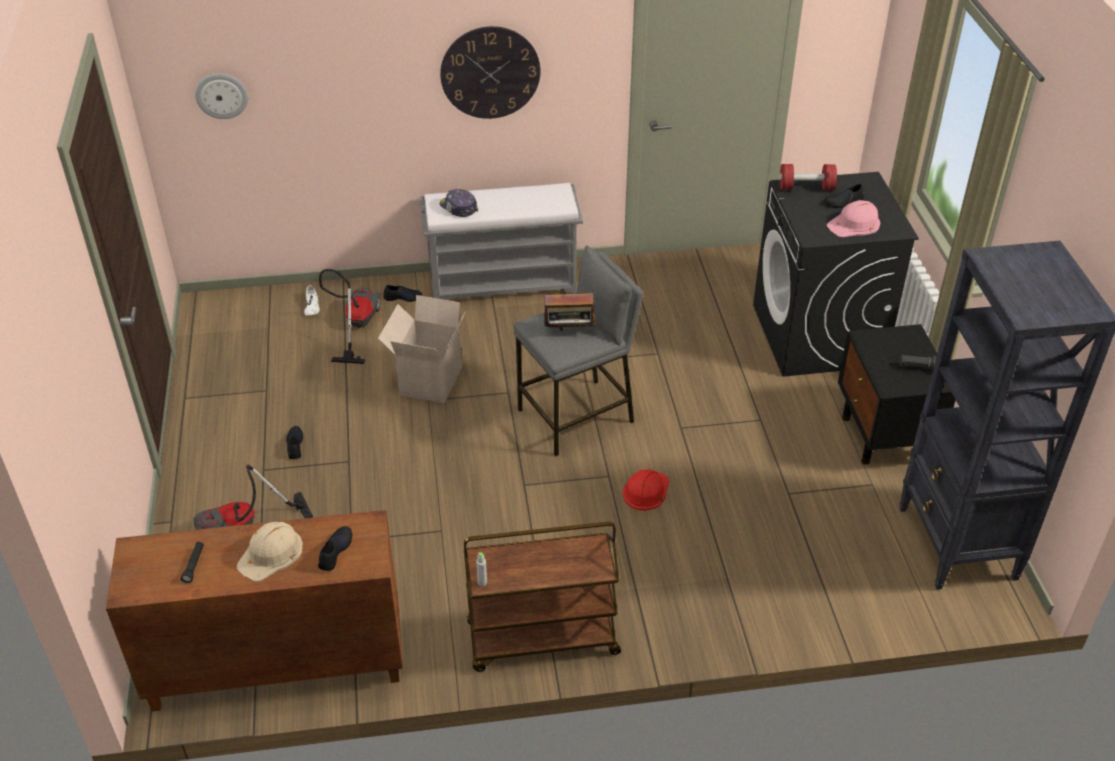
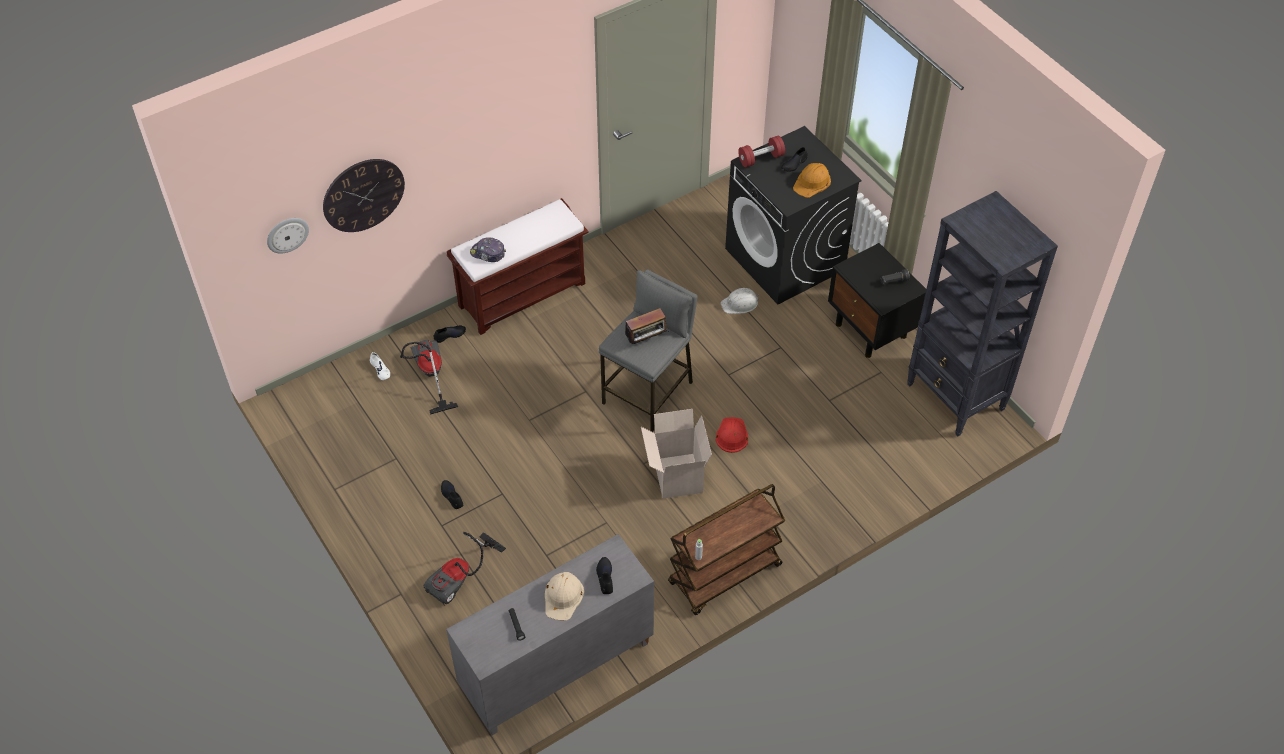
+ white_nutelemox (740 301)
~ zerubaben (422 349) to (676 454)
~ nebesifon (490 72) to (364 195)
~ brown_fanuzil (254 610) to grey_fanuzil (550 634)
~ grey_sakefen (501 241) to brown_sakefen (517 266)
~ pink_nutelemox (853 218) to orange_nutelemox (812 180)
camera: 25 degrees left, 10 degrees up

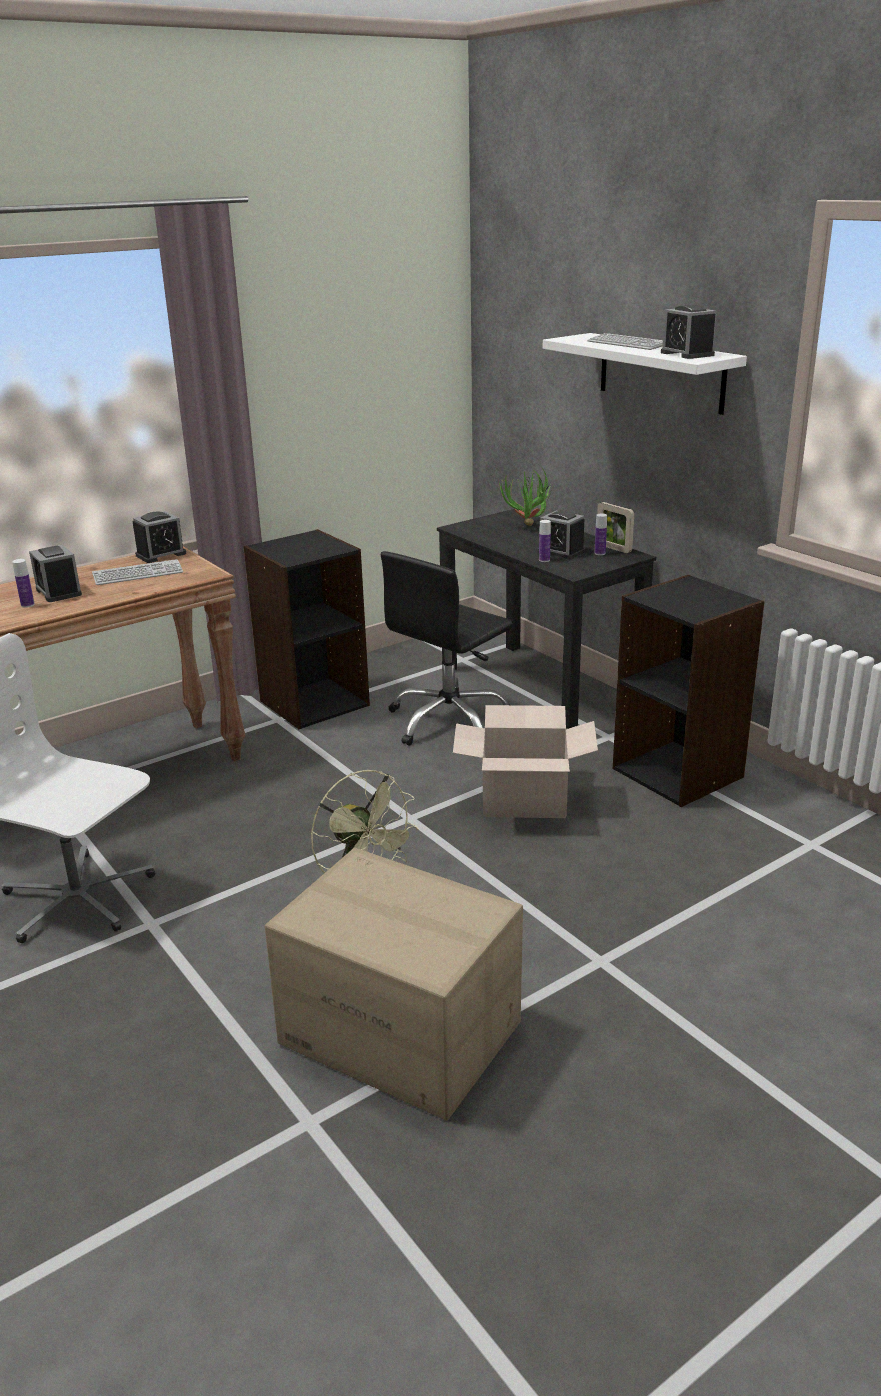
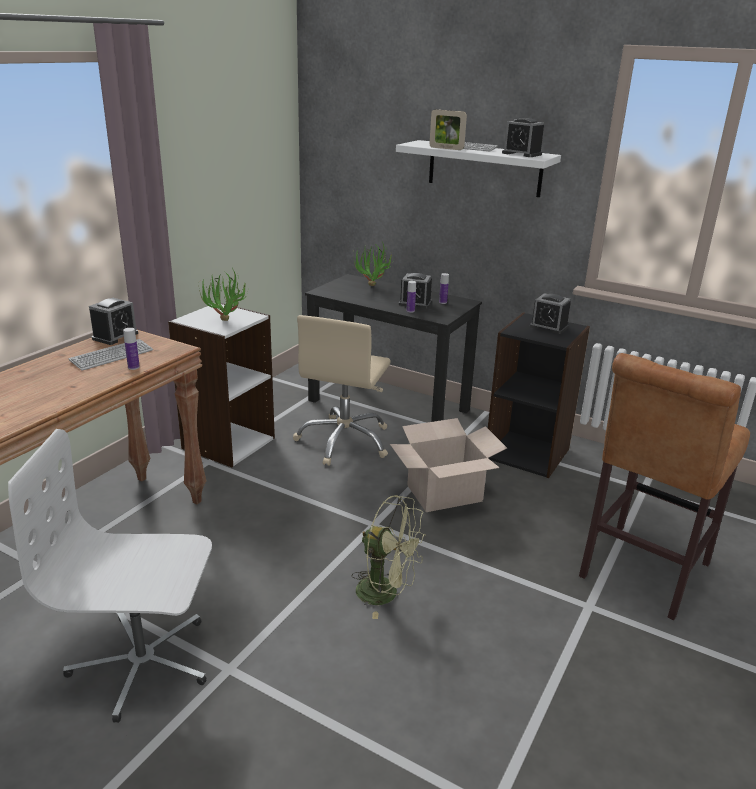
- zerubaben (394 984)
+ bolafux (224 294)
+ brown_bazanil (664 486)
~ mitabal (23 583) to (131 349)
~ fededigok (55 573) to (550 313)
~ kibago (615 527) to (448 129)
~ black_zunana (307 629) to white_zunana (221 385)
~ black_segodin (447 648) to beige_segodin (342 390)
camera: 25 degrees left, 0 degrees up

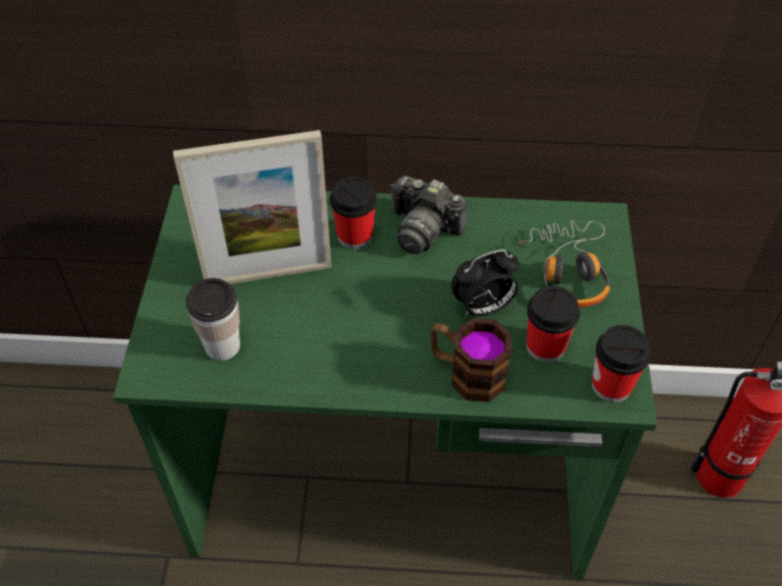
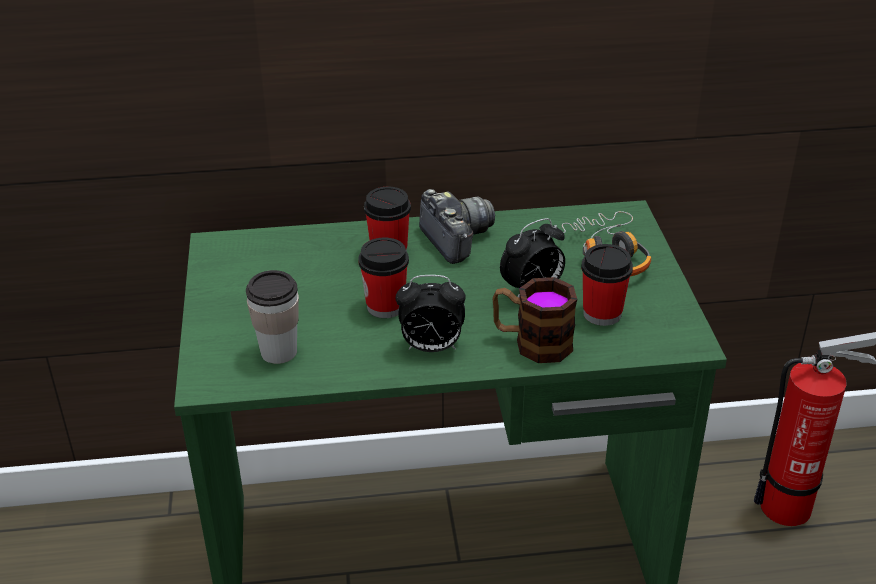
- kibago (252 207)
+ fededigok (430 313)
~ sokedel (621 364) to (383 278)
~ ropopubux (429 215) = (457 226) 135 degrees counterclockwise
camera: 10 degrees left, 15 degrees down

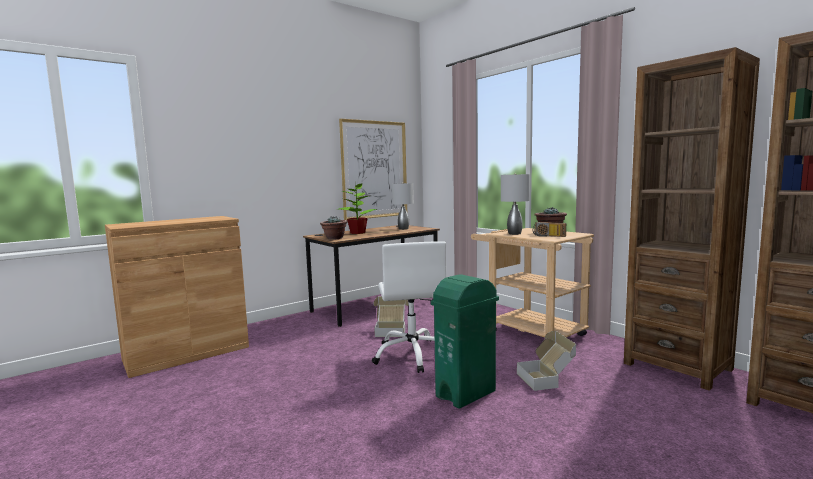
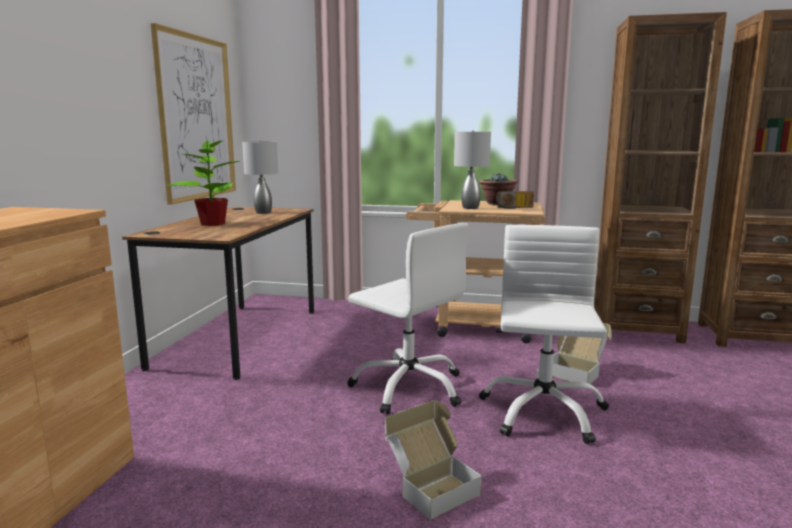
- bolafux (334 228)
~ zerubaben (391 316) to (433 460)
~ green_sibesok (465 341) to white_segodin (544 334)
camera: 40 degrees left, 5 degrees up

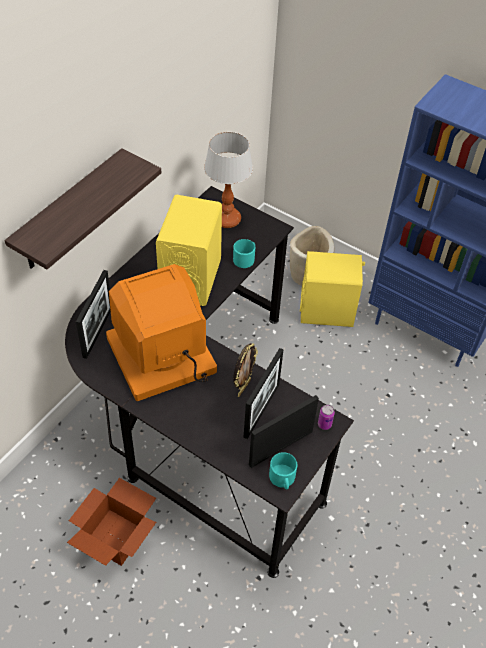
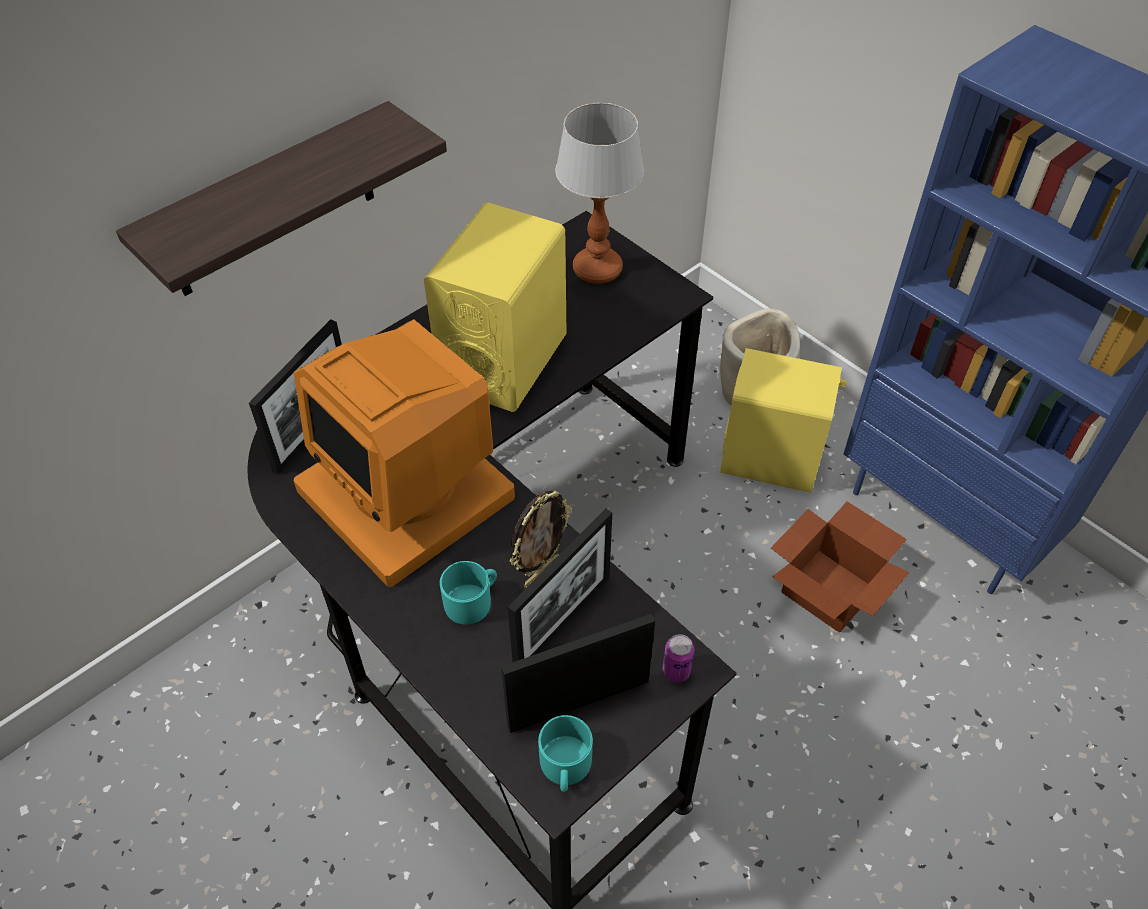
~ zerubaben (111 522) to (840 566)
~ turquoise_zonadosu (244 253) to (468 593)
~ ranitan (161 332) = (404 453) 120 degrees counterclockwise
camera: 15 degrees right, 0 degrees up

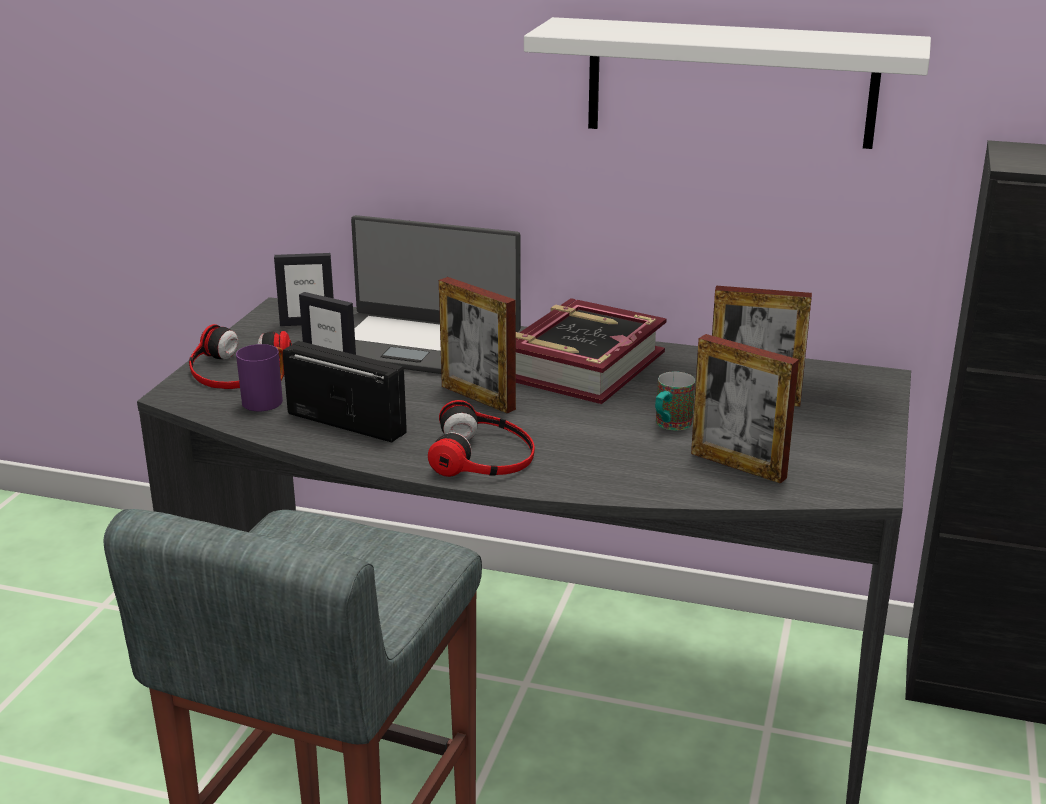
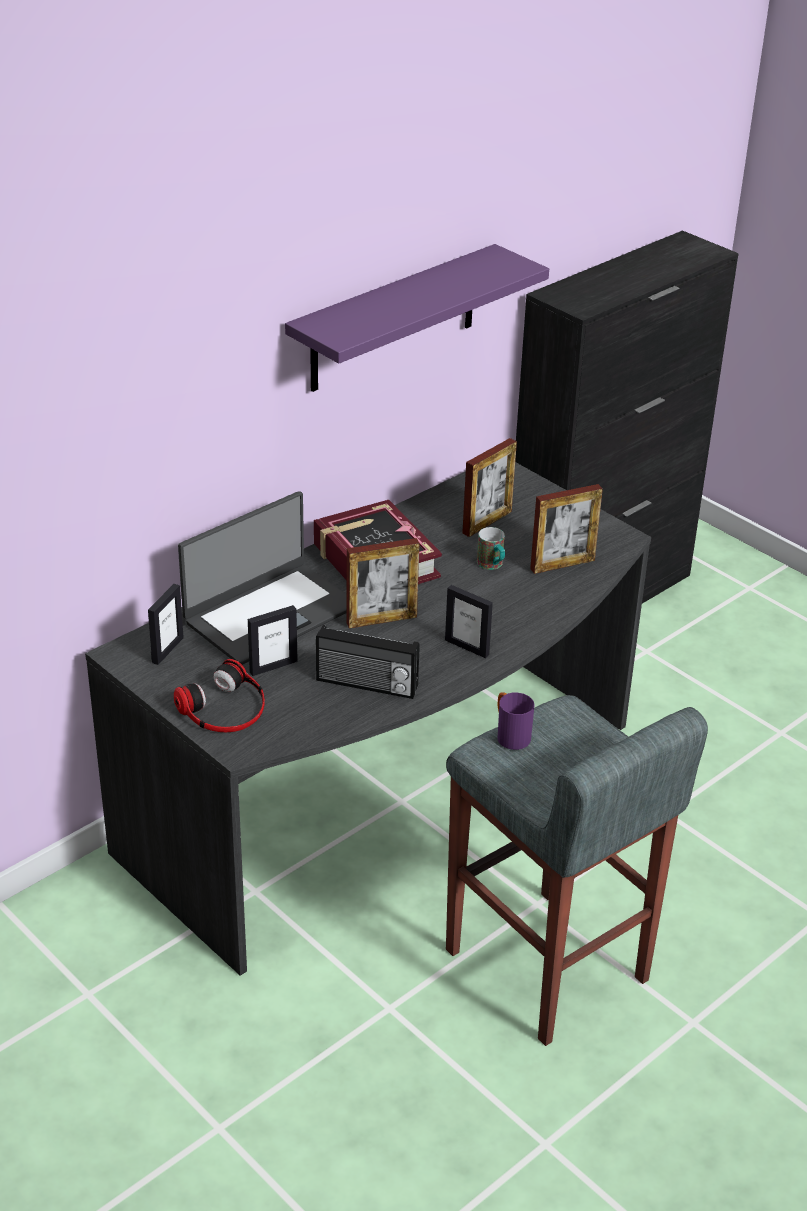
~ purple_zonadosu (260 377) to (515 721)
~ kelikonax (481 438) to kibago (469 621)
~ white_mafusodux (727 83) to purple_mafusodux (417 318)
~ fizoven (345 392) = (368 662) 135 degrees counterclockwise
camera: 60 degrees left, 10 degrees up

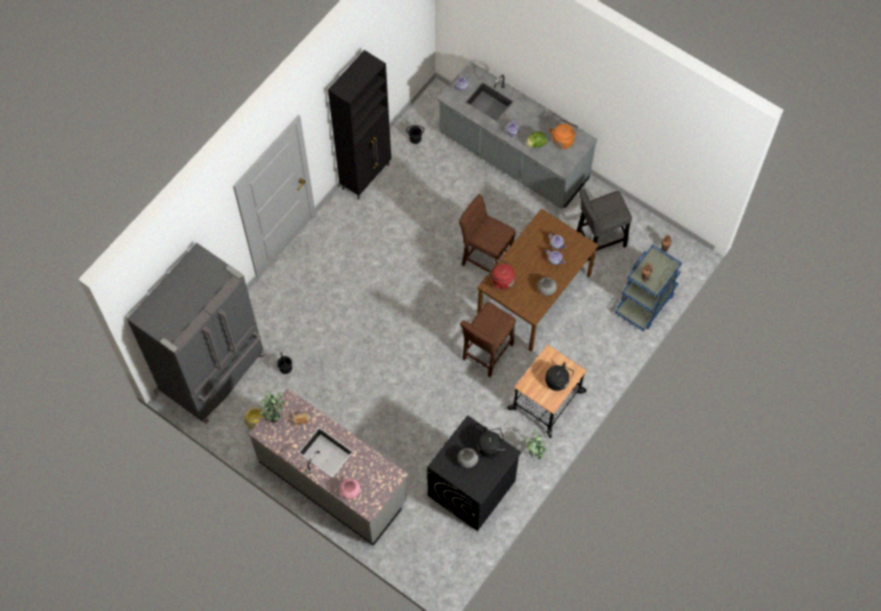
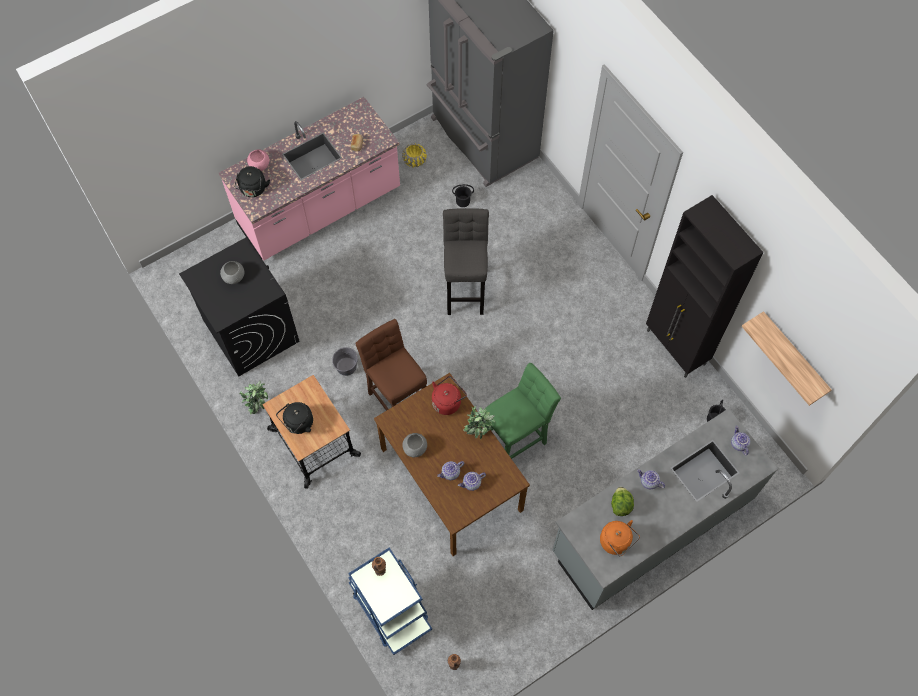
+ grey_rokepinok (345 361)
+ mafusodux (787 358)
~ bolafux (271 406) to (479 422)
~ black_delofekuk (492 442) to (252 181)
~ grey_bazanil (604 225) to (466 261)
~ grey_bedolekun (328 467) to pink_bedolekun (309 179)
~ brown_bazanil (487 233) to green_bazanil (523 411)
camera: 110 degrees right, 0 degrees up

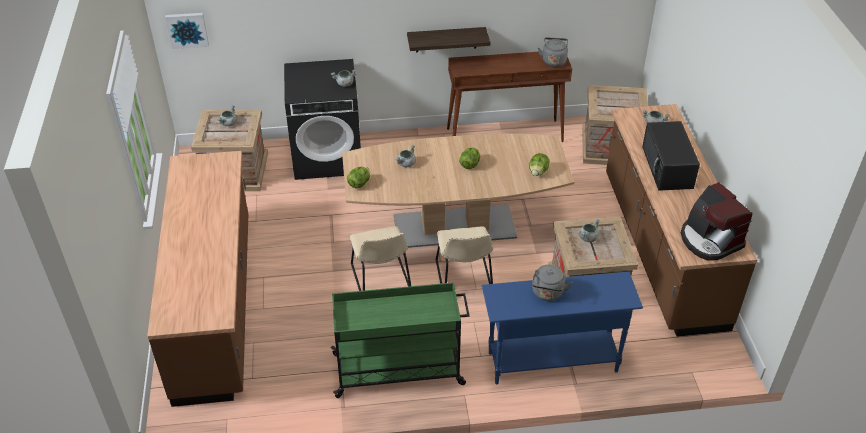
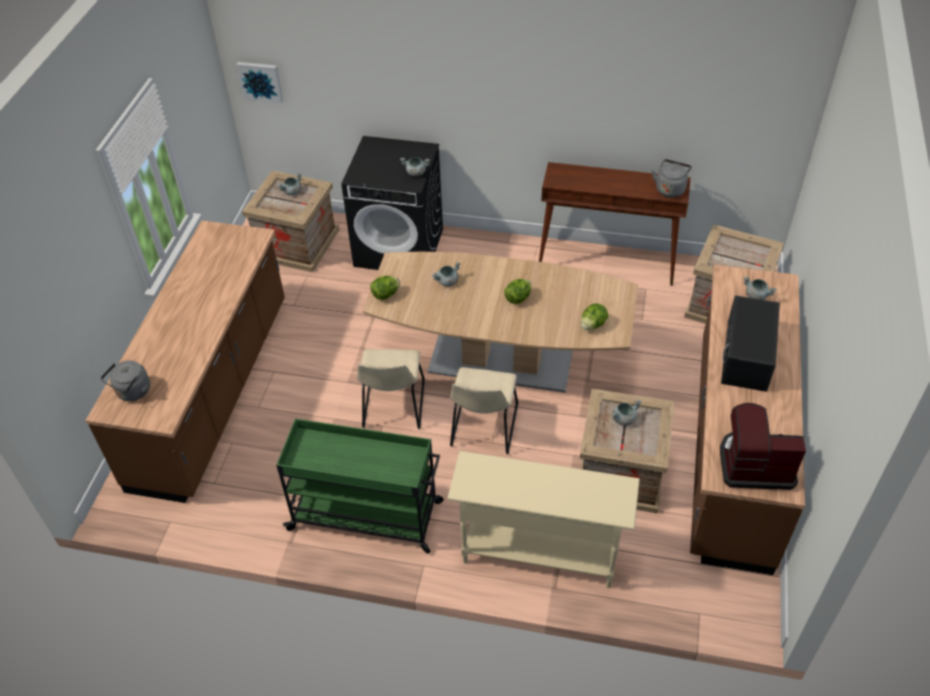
- mafusodux (448 39)
~ grey_delofekuk (552 283) to (125 380)
~ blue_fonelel (562 328) to beige_fonelel (543 519)
~ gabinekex (717 221) = (763 446) 105 degrees clockwise
camera: 20 degrees right, 5 degrees up

